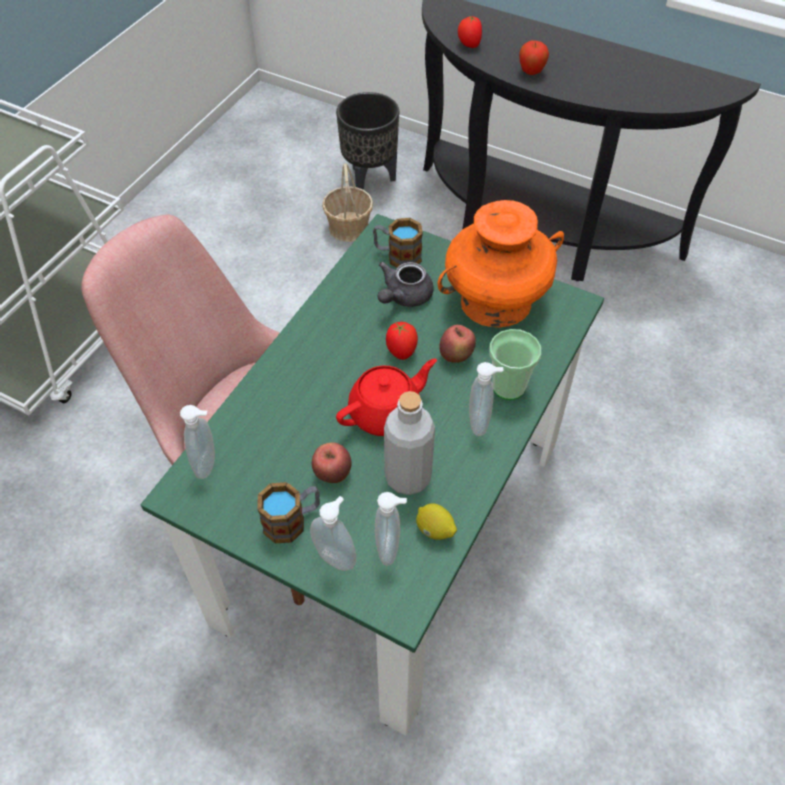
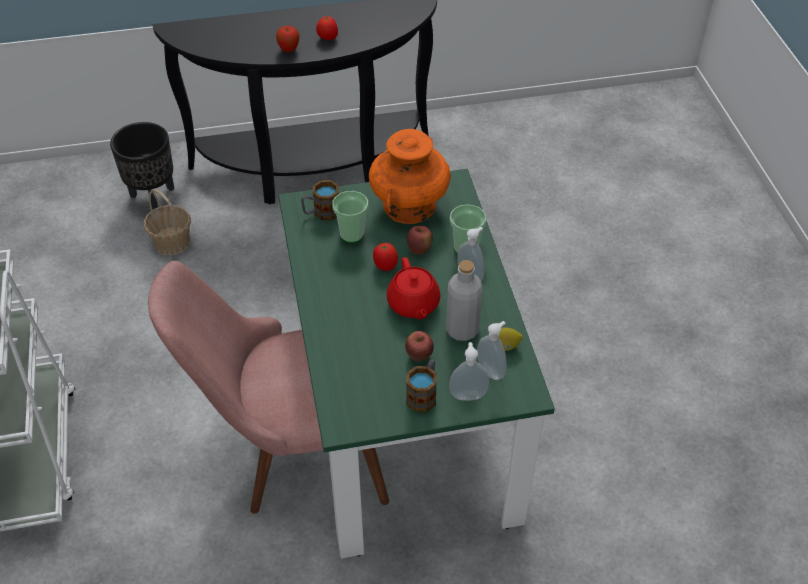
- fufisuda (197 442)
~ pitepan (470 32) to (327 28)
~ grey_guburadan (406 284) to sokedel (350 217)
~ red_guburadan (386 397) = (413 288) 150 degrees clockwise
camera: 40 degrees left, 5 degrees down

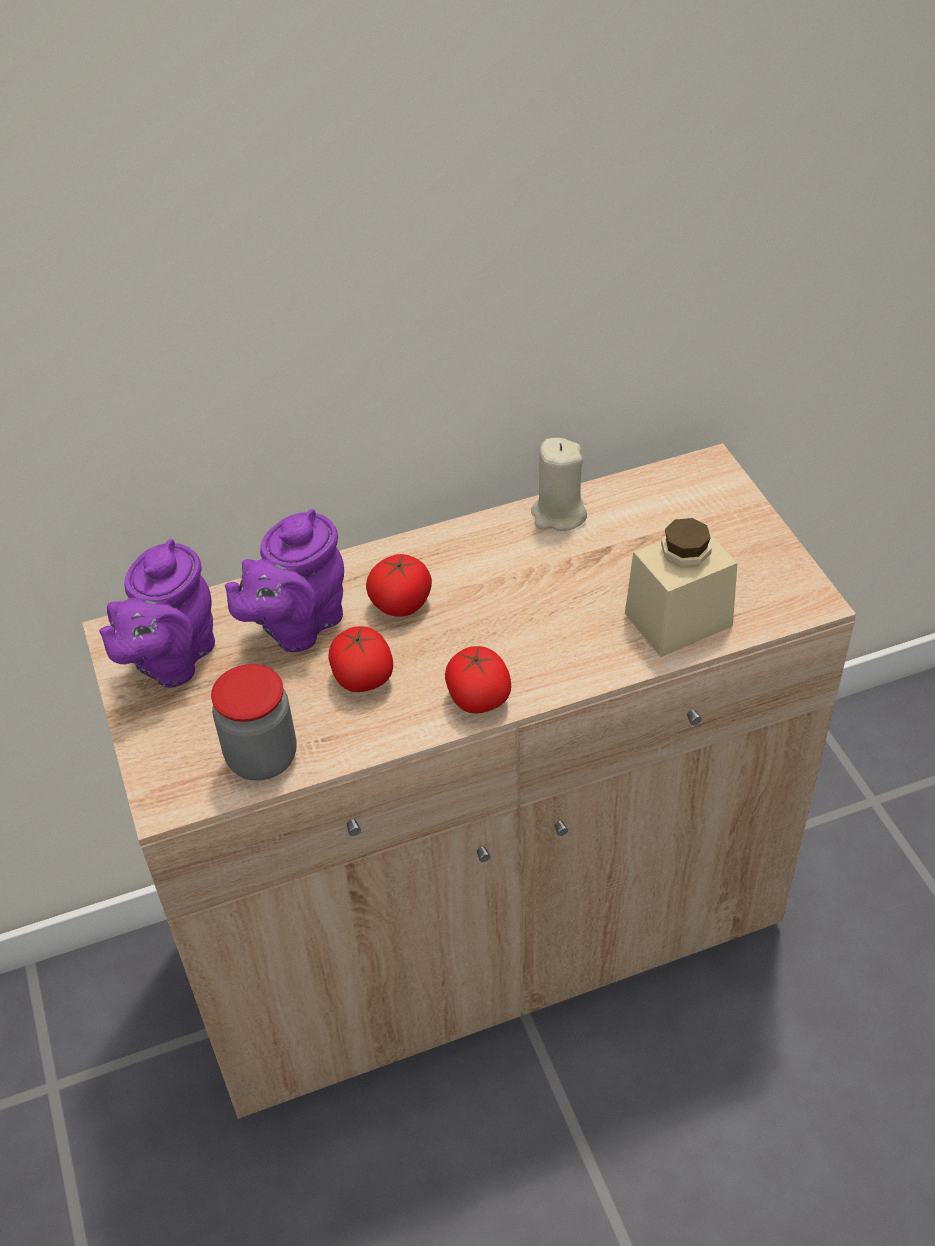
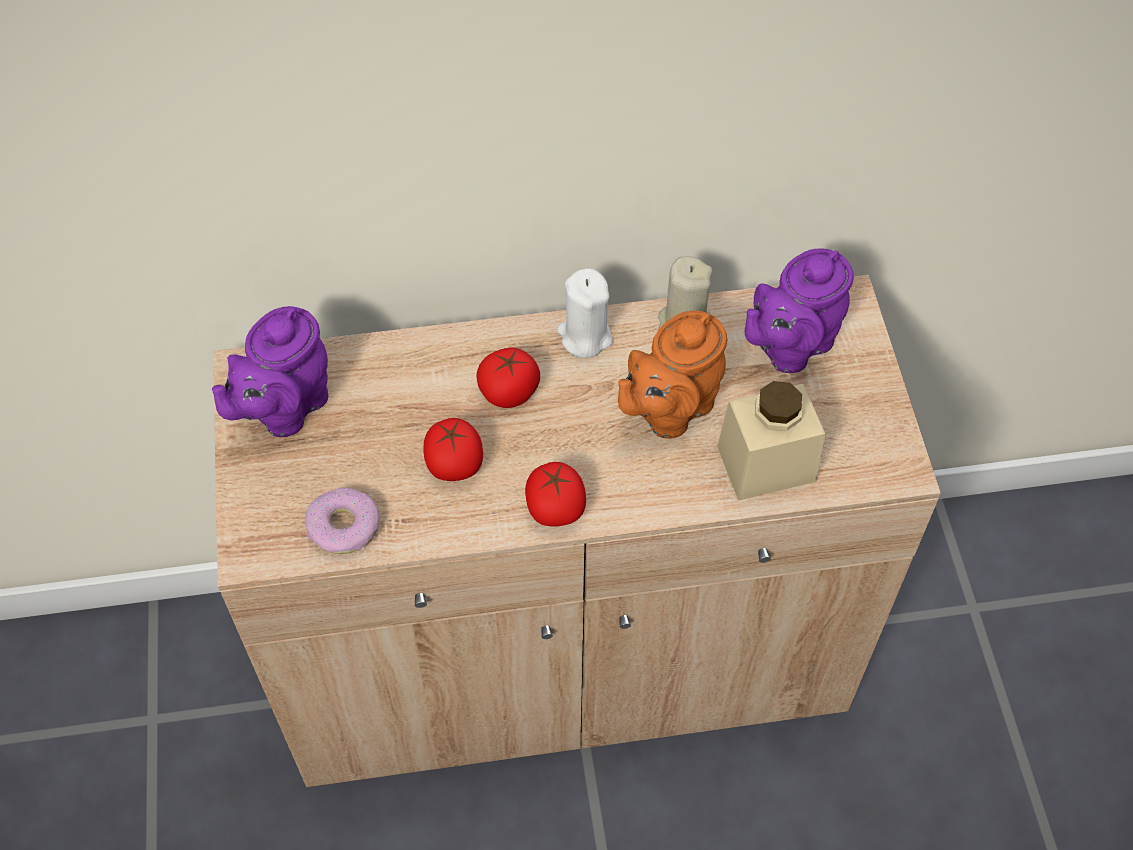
+ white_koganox (585 313)
+ orange_guburadan (672 375)
~ purple_guburadan (284 580) to (799 310)
~ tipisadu (254 722) to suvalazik (342 521)
camera: 10 degrees right, 10 degrees up

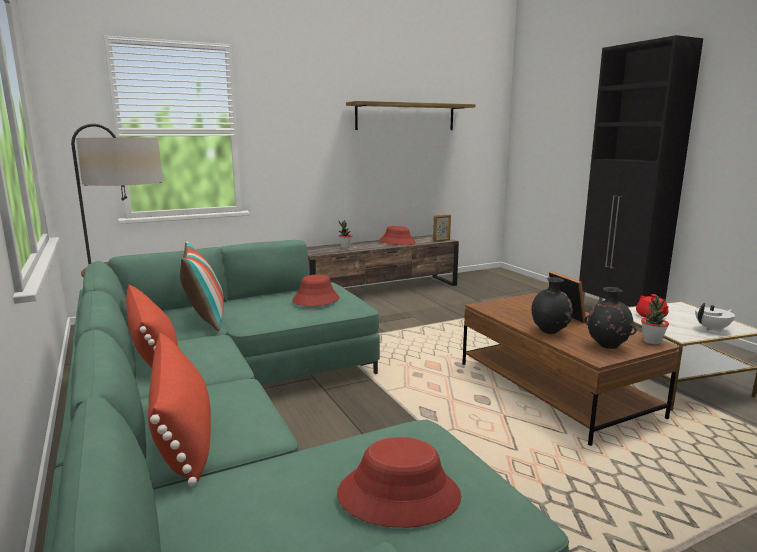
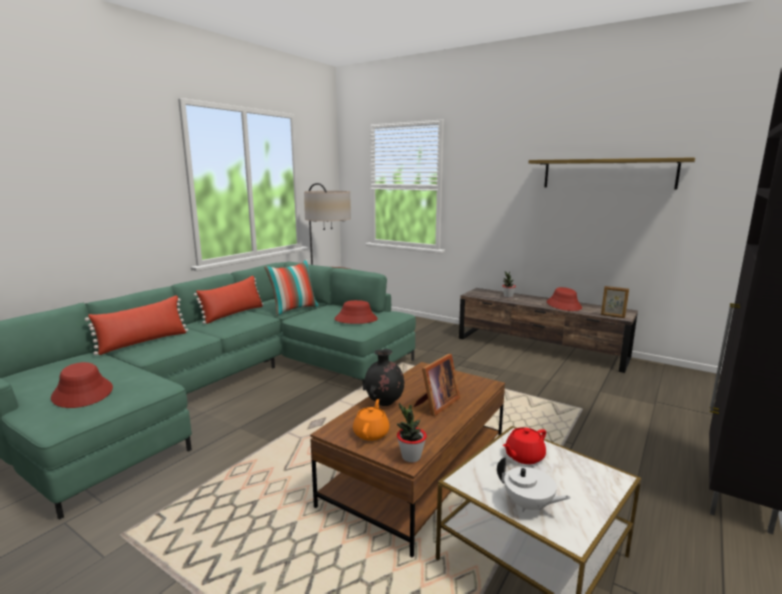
~ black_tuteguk (611 318) to orange_guburadan (371 420)
camera: 60 degrees right, 0 degrees up

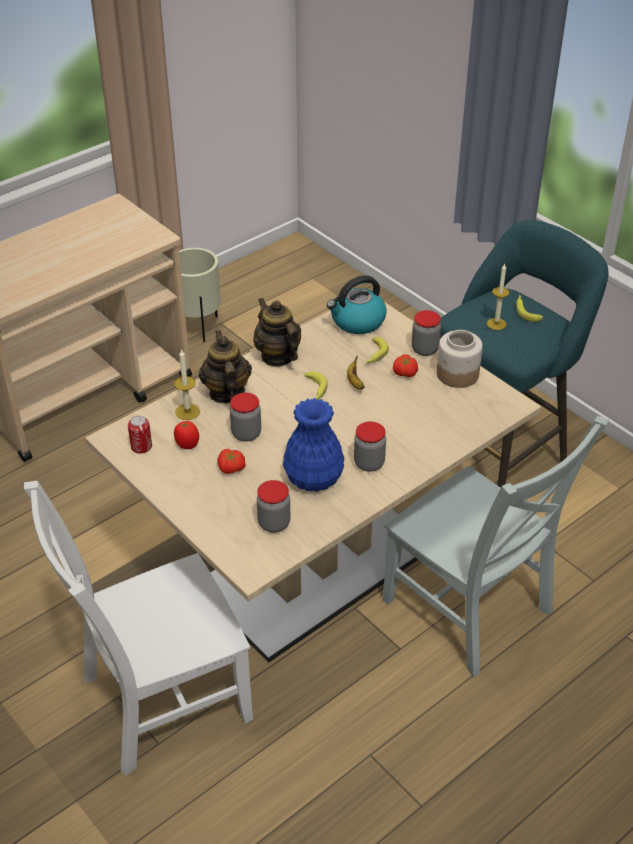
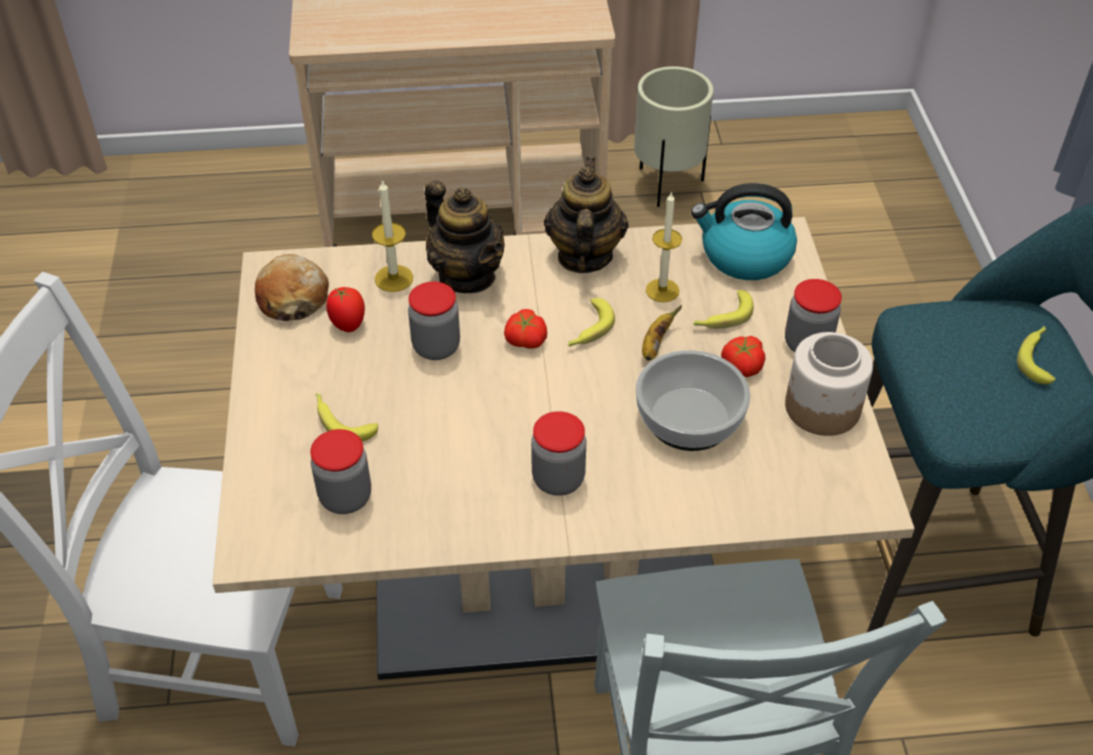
- blue_tuteguk (314 445)
+ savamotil (347 417)
+ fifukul (693 400)
~ pitepan (231 461) to (525 328)
~ koganox (498 296) to (664 246)
~ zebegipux (140 435) to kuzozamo (292 287)
~ guburadan (225 367) = (464 236) 120 degrees clockwise
camera: 35 degrees right, 5 degrees up

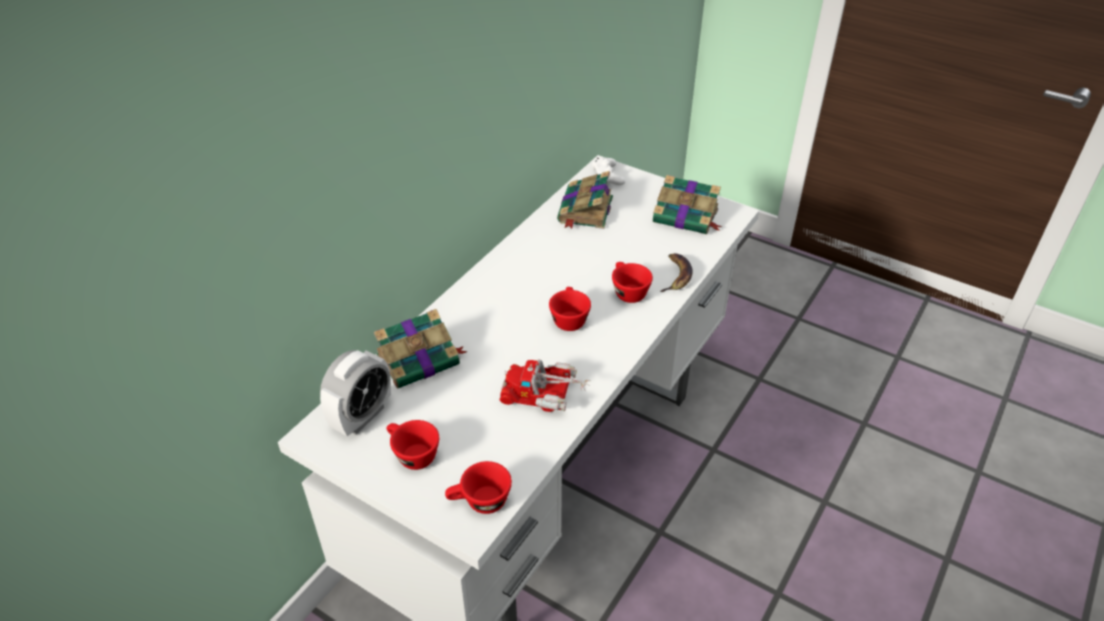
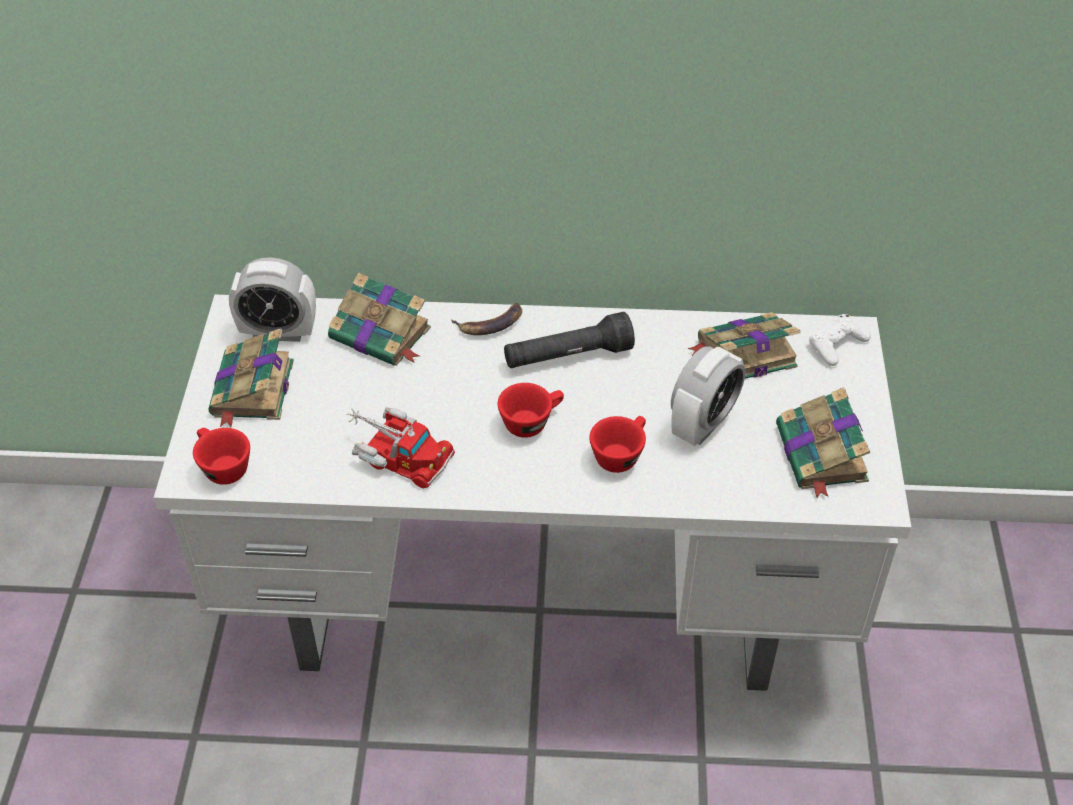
+ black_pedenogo (569 340)
+ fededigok (708 396)
~ savamotil (676 272) to (486 319)
~ red_sokedel (412 445) to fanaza (251 377)
~ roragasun (544 385) = (400 447) 135 degrees clockwise
camera: 60 degrees right, 5 degrees up

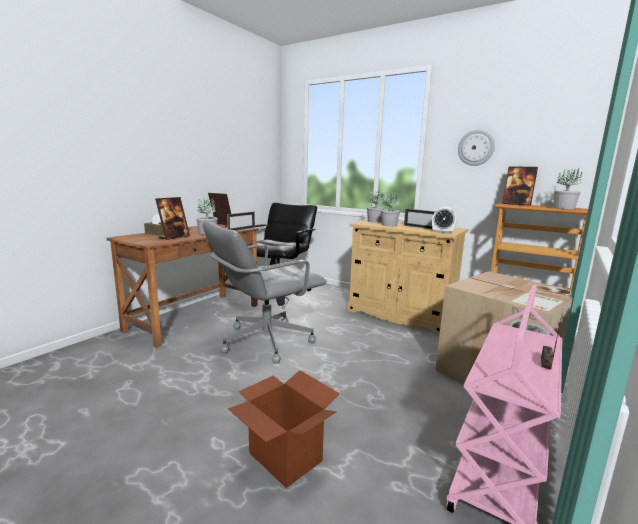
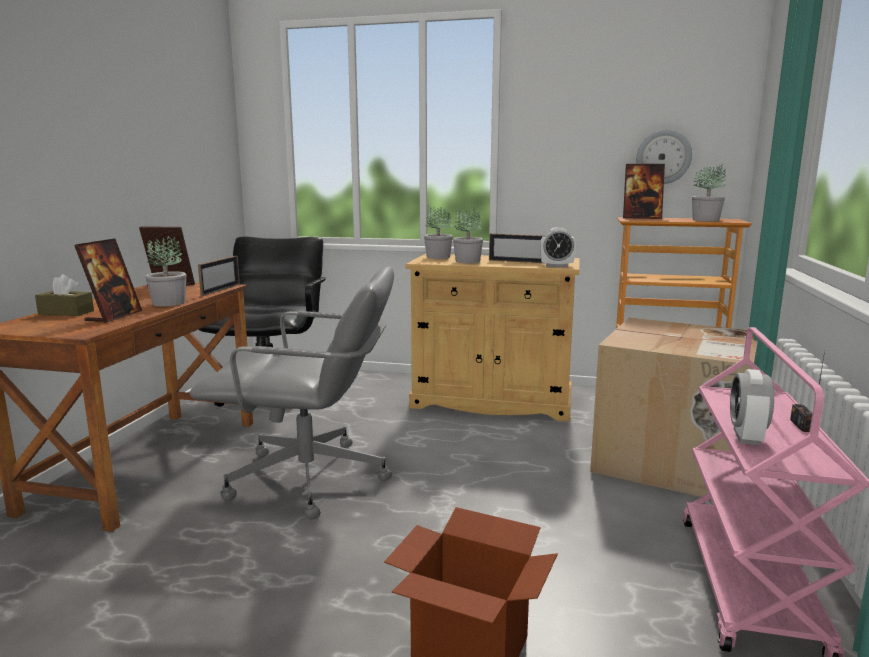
+ fededigok (752 407)
~ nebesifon (476 148) to (664 156)
~ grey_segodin (265 292) = (292 393) 120 degrees counterclockwise
camera: 20 degrees left, 0 degrees up

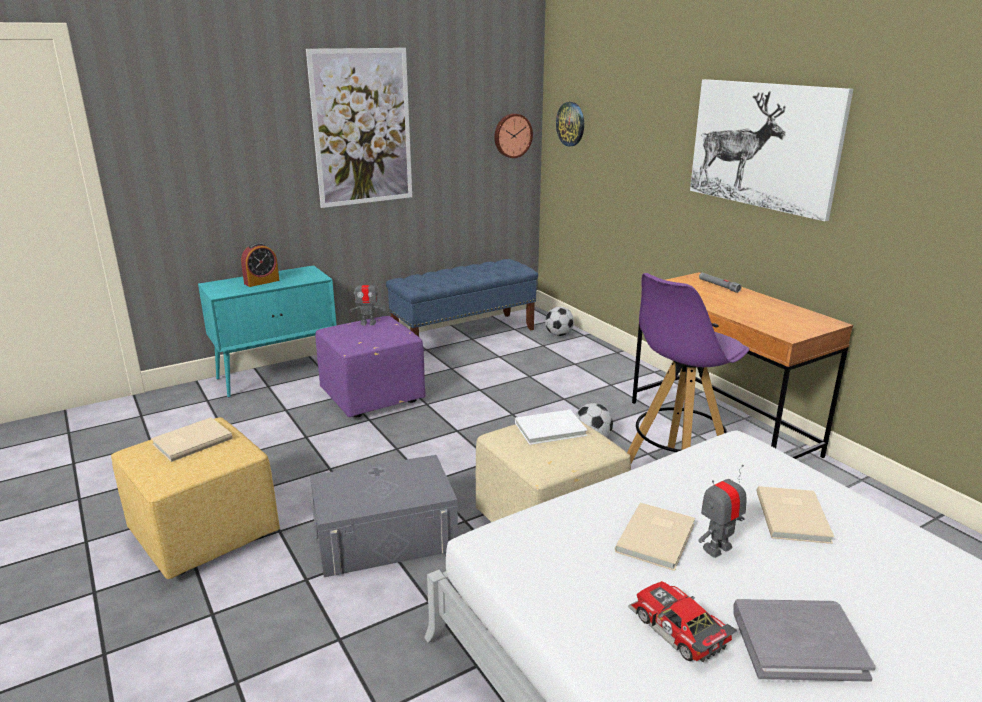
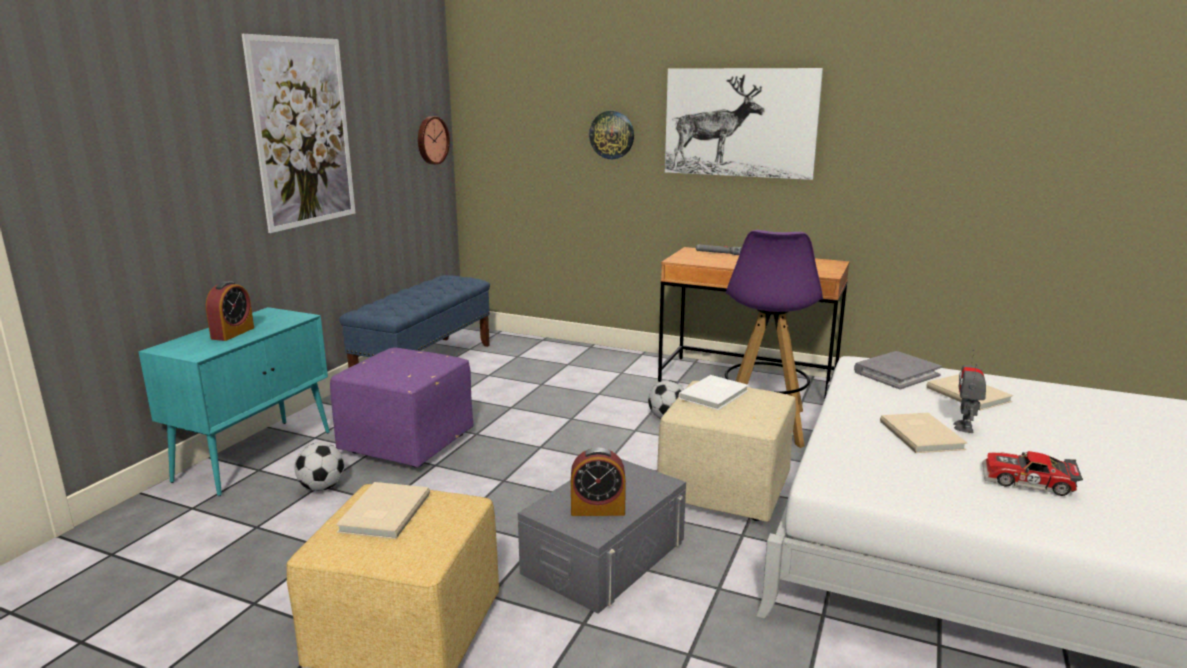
- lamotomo (367 301)
+ fededigok (598 482)
~ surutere (559 321) to (319 466)
~ nebesifon (570 124) to (611 135)
~ grey_fanaza (804 640) to (898 370)
camera: 35 degrees left, 5 degrees down

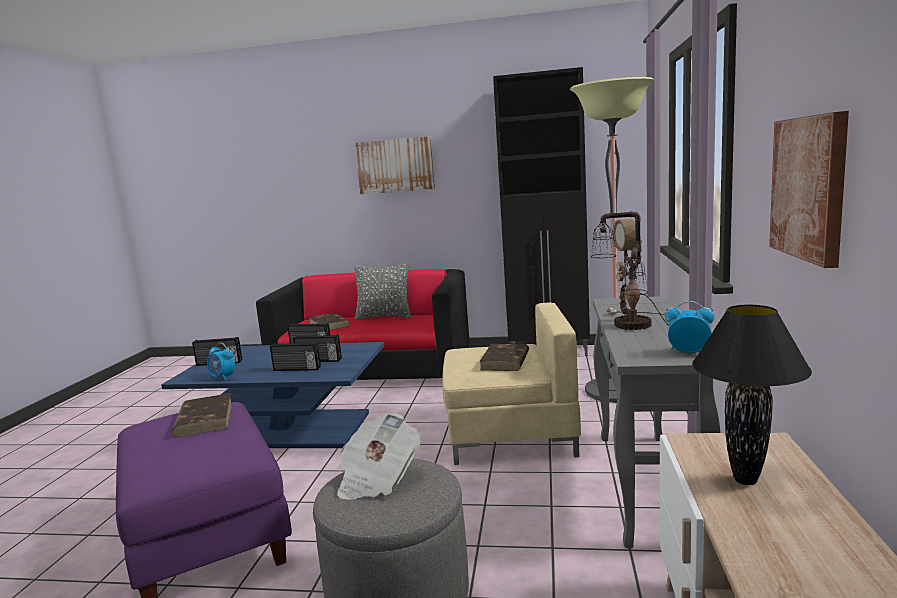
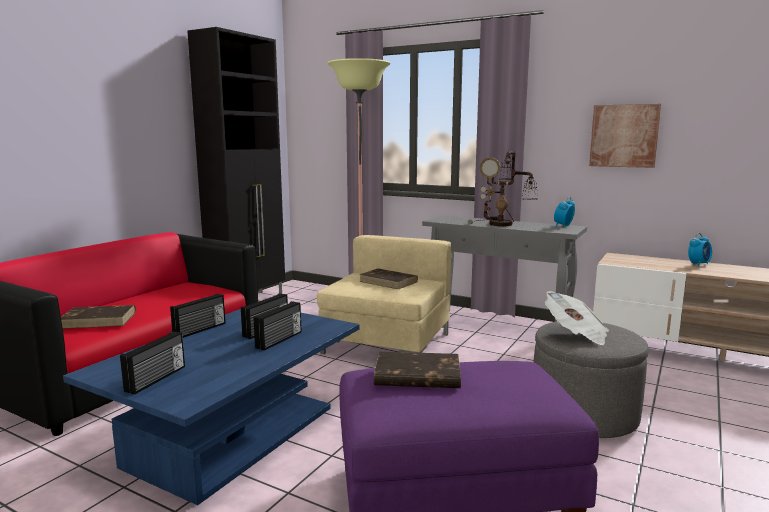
- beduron (395 165)
- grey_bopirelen (383 291)
- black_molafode (752 395)
~ fededigok (221 362) to (700 250)
camera: 70 degrees left, 0 degrees up

